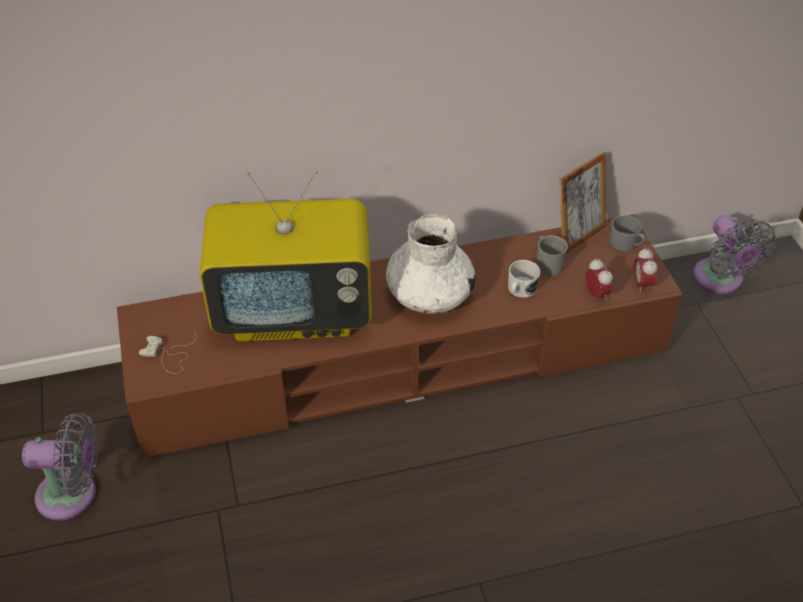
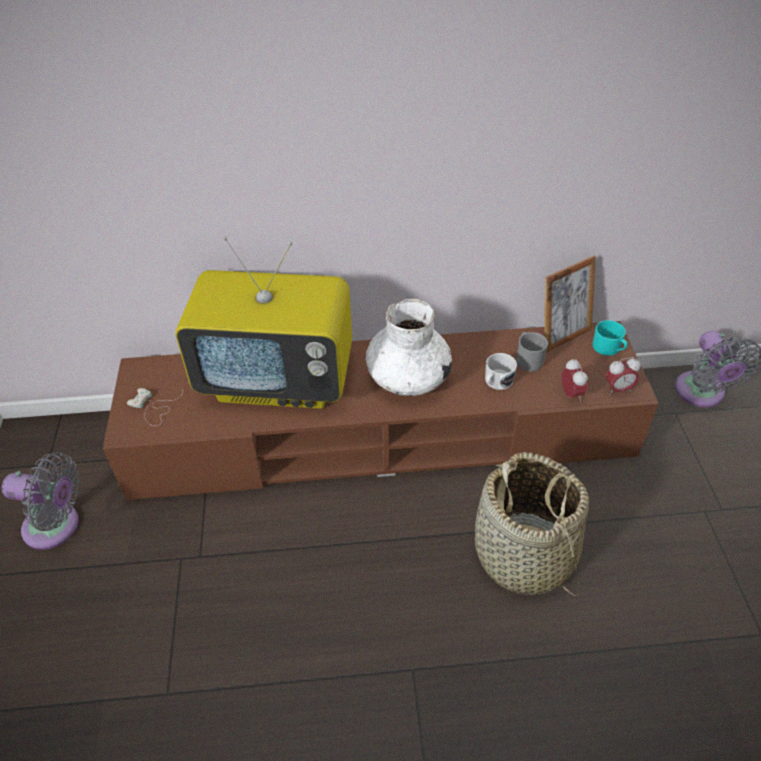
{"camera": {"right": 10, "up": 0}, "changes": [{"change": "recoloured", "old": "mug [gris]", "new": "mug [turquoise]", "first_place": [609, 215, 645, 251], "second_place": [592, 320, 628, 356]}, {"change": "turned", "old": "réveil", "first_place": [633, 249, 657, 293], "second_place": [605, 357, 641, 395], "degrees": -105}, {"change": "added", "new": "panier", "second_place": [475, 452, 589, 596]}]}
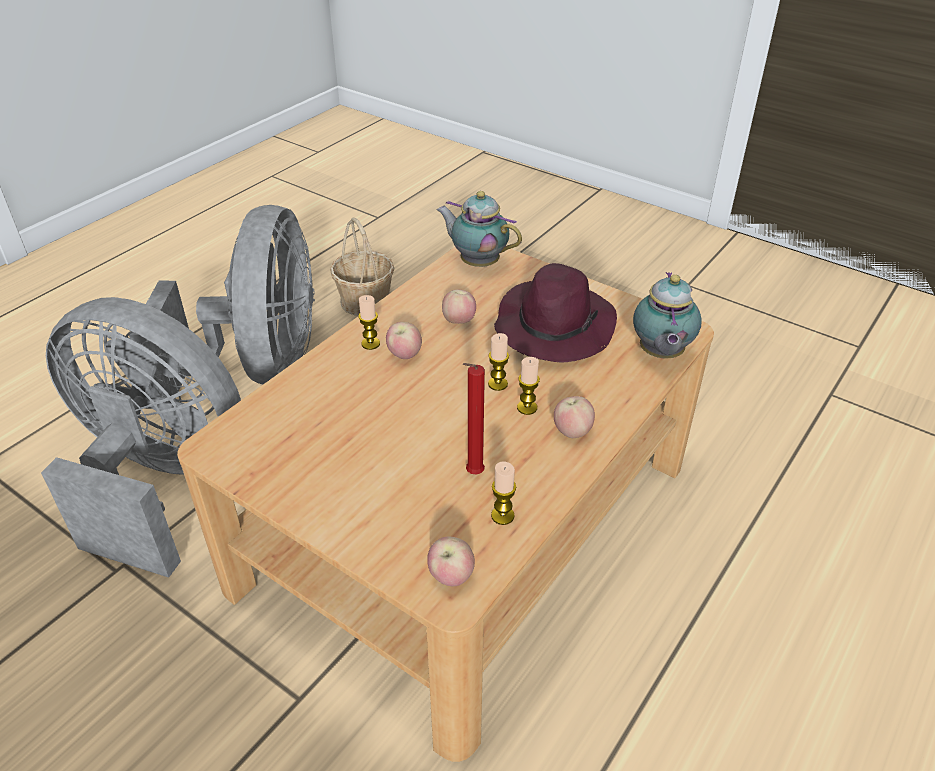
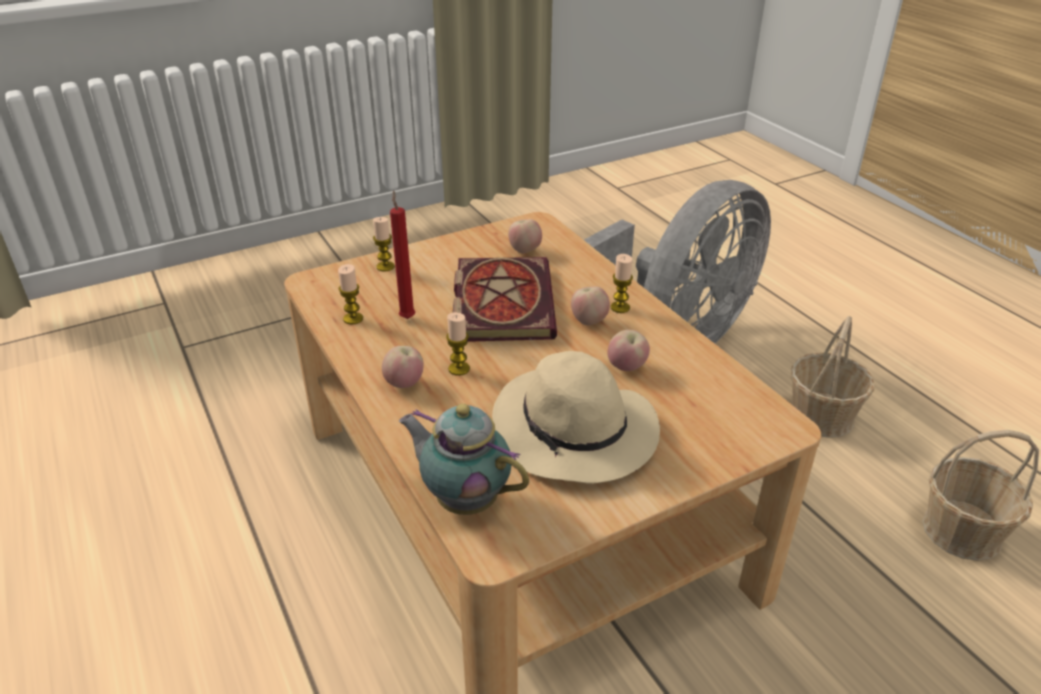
{"camera": {"right": 115, "up": -5}, "changes": [{"change": "removed", "old": "théière", "first_place": [437, 191, 522, 267]}, {"change": "replaced", "old": "ventilateur [gris]", "new": "panier", "first_place": [129, 205, 315, 399], "second_place": [791, 316, 874, 438]}, {"change": "recoloured", "old": "chapeau [violet]", "new": "chapeau [beige]", "first_place": [494, 263, 617, 363], "second_place": [492, 351, 660, 483]}, {"change": "moved", "old": "bougie", "first_place": [488, 333, 509, 391], "second_place": [373, 217, 395, 272]}, {"change": "moved", "old": "pomme", "first_place": [427, 537, 475, 586], "second_place": [508, 219, 542, 253]}, {"change": "added", "new": "livre", "second_place": [453, 257, 557, 342]}]}
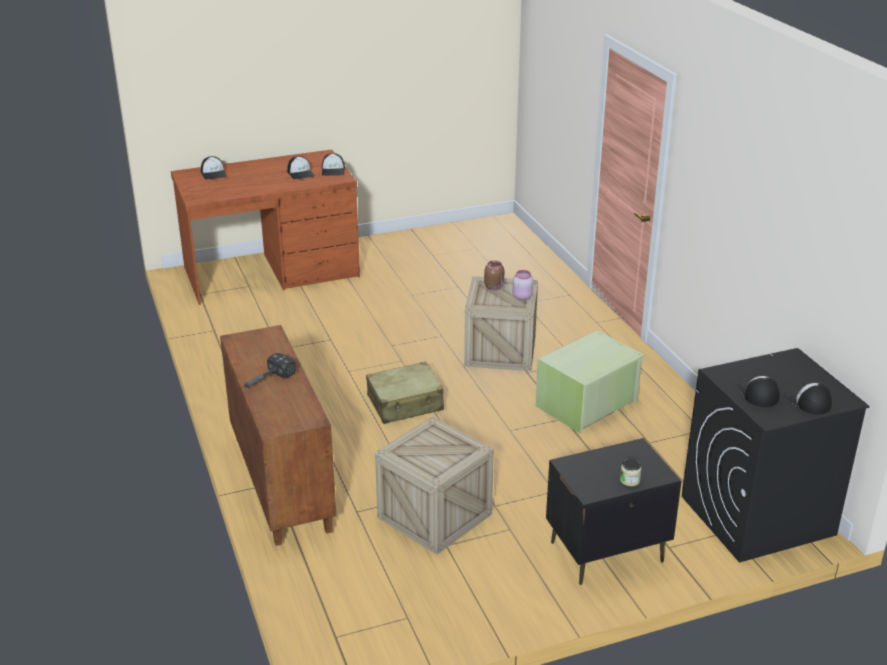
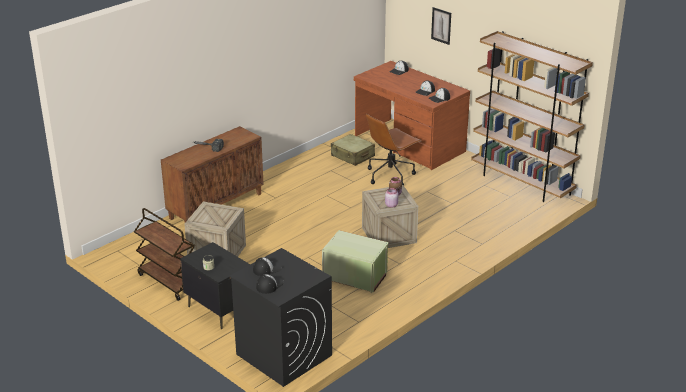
{"camera": {"right": 65, "up": 0}, "changes": [{"change": "moved", "old": "valise [beige]", "first_place": [366, 361, 444, 424], "second_place": [331, 134, 375, 166]}, {"change": "added", "new": "tableau", "second_place": [431, 7, 451, 45]}, {"change": "added", "new": "bibliothèque [marron]", "second_place": [471, 31, 593, 202]}, {"change": "added", "new": "chaise de bureau [marron]", "second_place": [366, 114, 421, 186]}, {"change": "added", "new": "chariot [marron]", "second_place": [134, 208, 195, 301]}]}
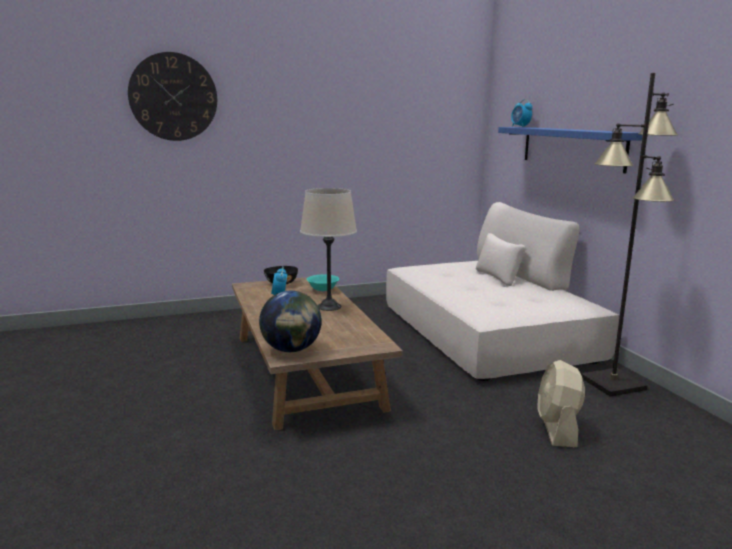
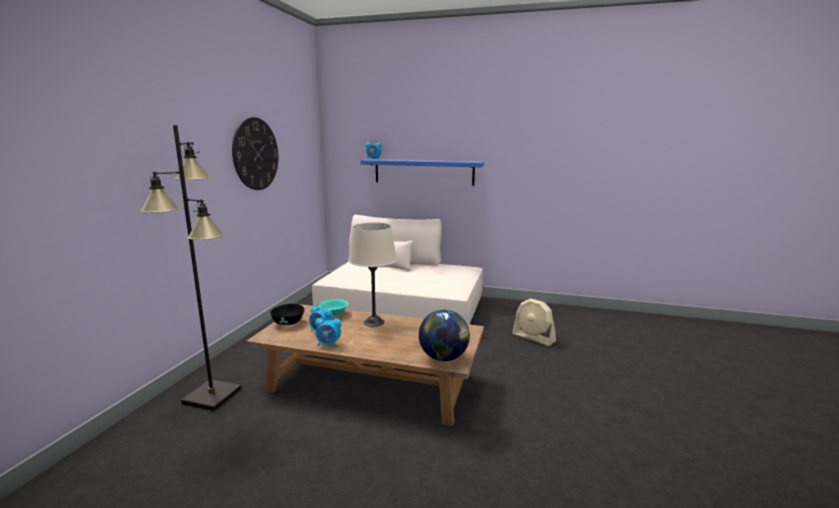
{"camera": {"right": -55, "up": 0}, "changes": [{"change": "moved", "old": "horloge murale", "first_place": [128, 52, 217, 141], "second_place": [232, 117, 278, 190]}, {"change": "moved", "old": "lampadaire [noir]", "first_place": [581, 73, 678, 397], "second_place": [140, 125, 242, 411]}, {"change": "added", "new": "réveil", "second_place": [315, 314, 342, 347]}]}
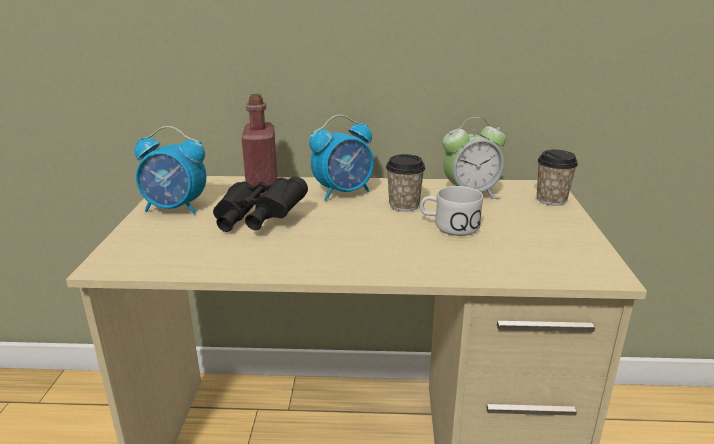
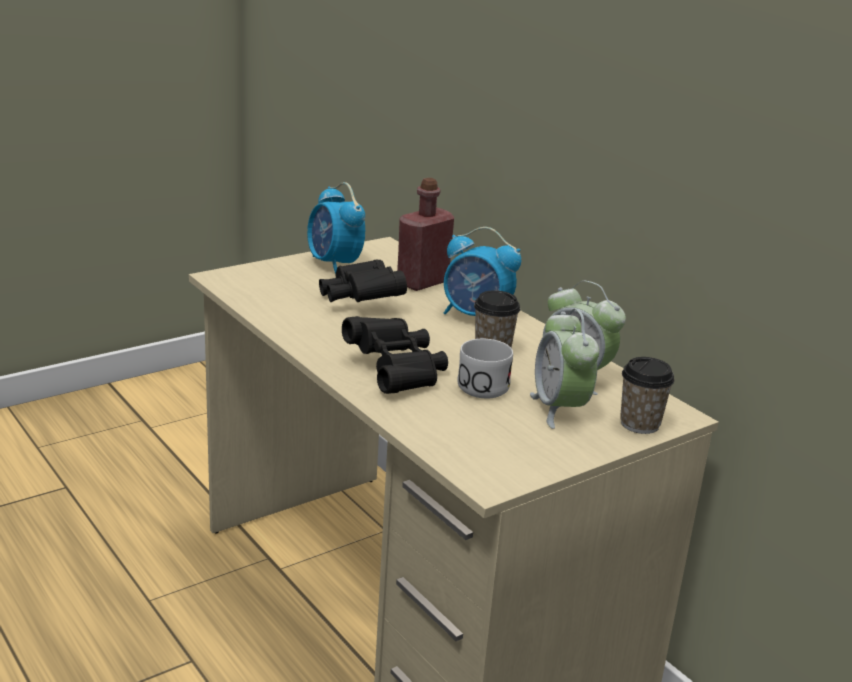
{"camera": {"right": 50, "up": 0}, "changes": [{"change": "added", "new": "réveil", "second_place": [530, 308, 599, 429]}, {"change": "added", "new": "jumelles [noir]", "second_place": [342, 316, 448, 394]}]}
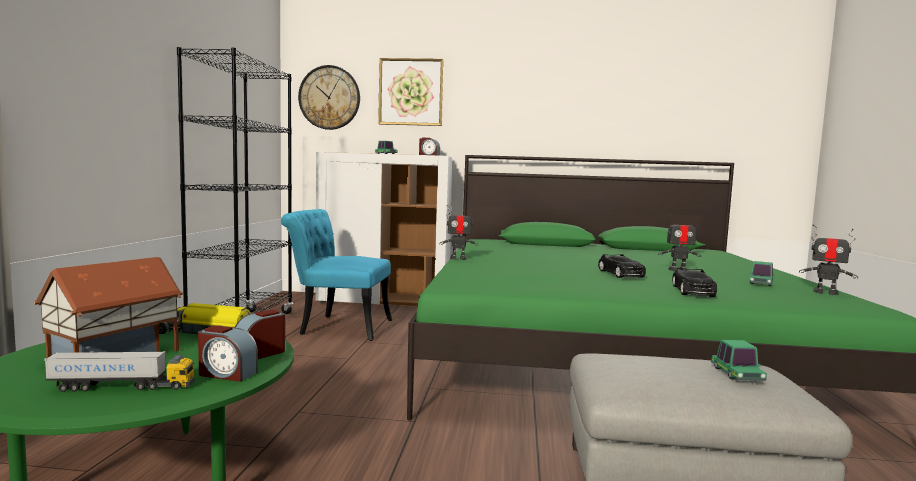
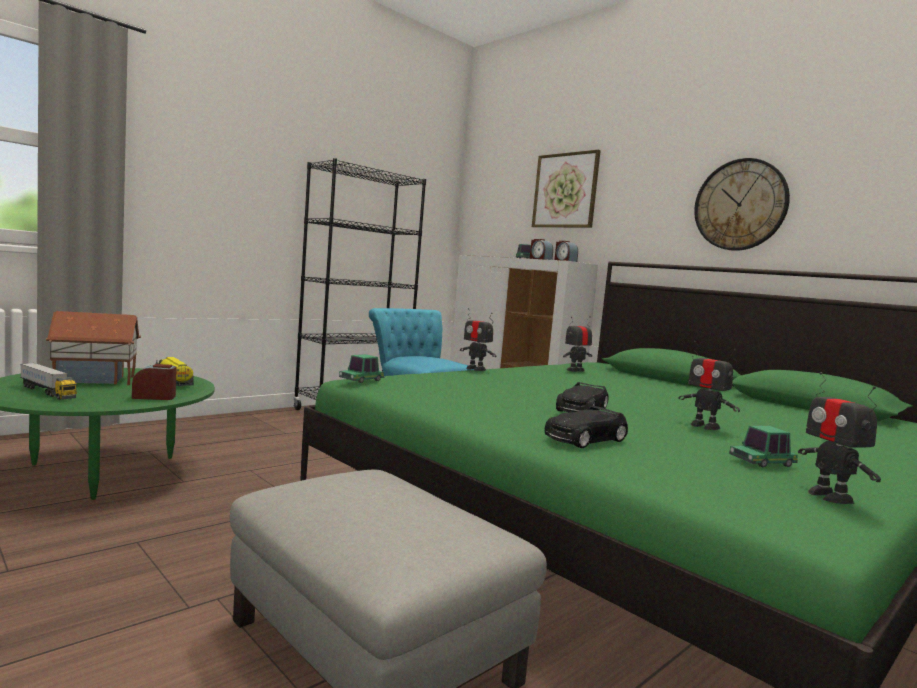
{"camera": {"right": 40, "up": 0}, "changes": [{"change": "moved", "old": "horloge murale", "first_place": [298, 65, 360, 130], "second_place": [694, 158, 790, 251]}, {"change": "moved", "old": "réveil", "first_place": [198, 325, 258, 382], "second_place": [530, 239, 553, 260]}, {"change": "moved", "old": "petite voiture", "first_place": [711, 340, 767, 381], "second_place": [339, 354, 384, 383]}, {"change": "added", "new": "robot jouet", "second_place": [563, 316, 592, 372]}]}
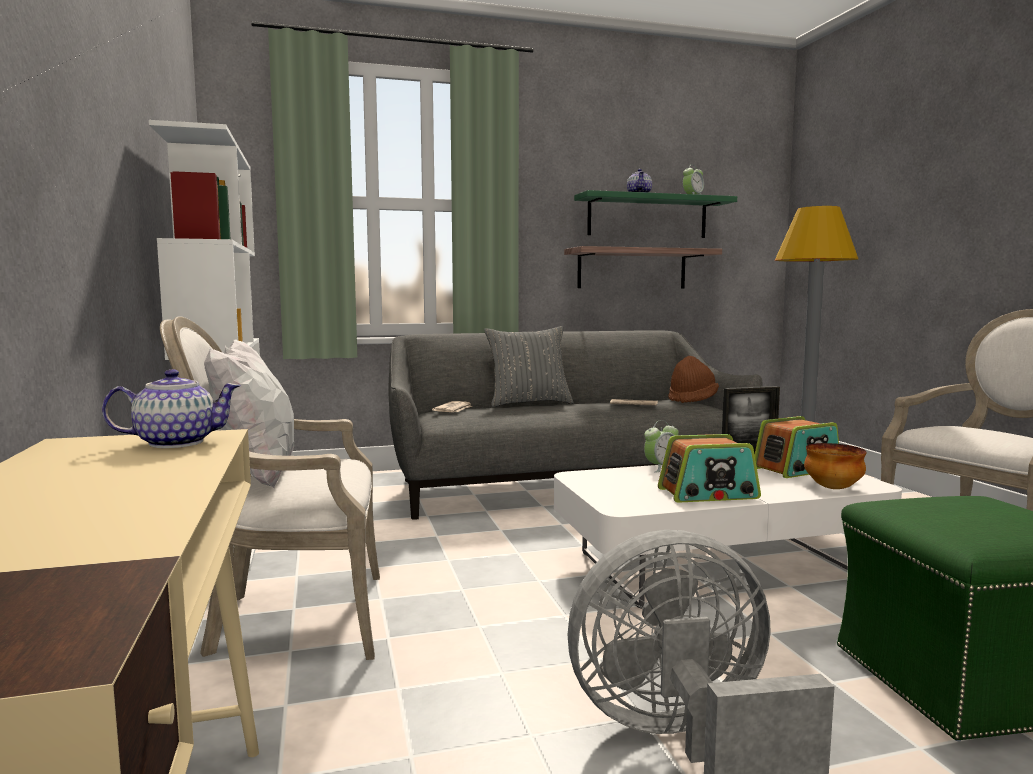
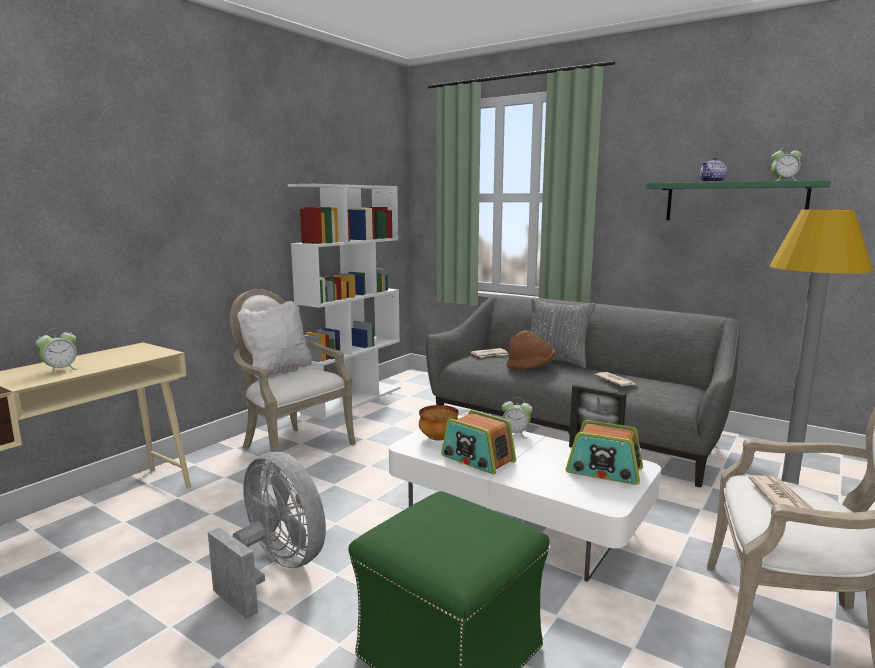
{"camera": {"right": 50, "up": 5}, "changes": [{"change": "removed", "old": "étagère", "first_place": [564, 246, 722, 288]}, {"change": "moved", "old": "chapeau [marron]", "first_place": [668, 356, 719, 403], "second_place": [507, 330, 555, 369]}, {"change": "removed", "old": "théière", "first_place": [102, 369, 241, 448]}, {"change": "moved", "old": "bol", "first_place": [804, 443, 866, 489], "second_place": [419, 405, 459, 441]}, {"change": "added", "new": "réveil", "second_place": [36, 328, 80, 375]}, {"change": "added", "new": "journal", "second_place": [748, 475, 815, 510]}]}
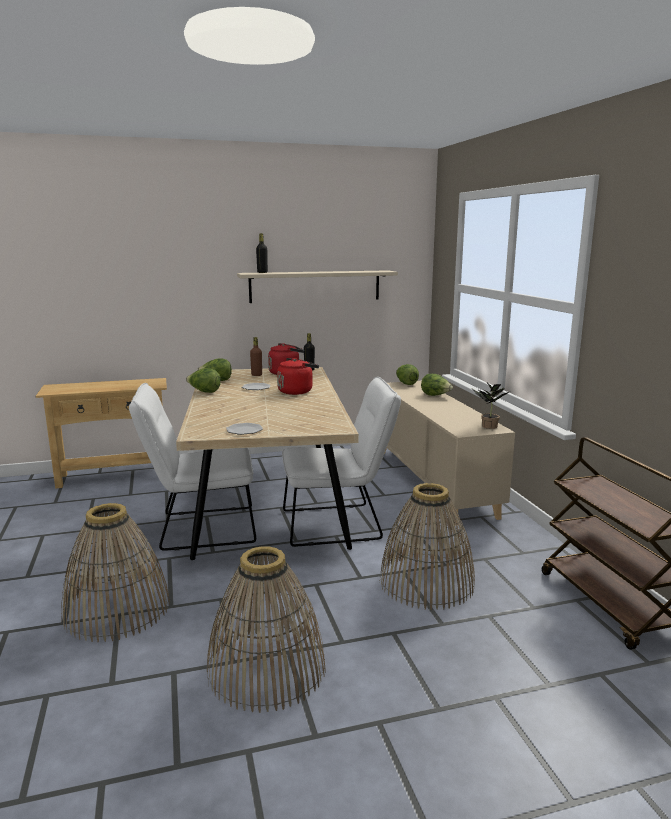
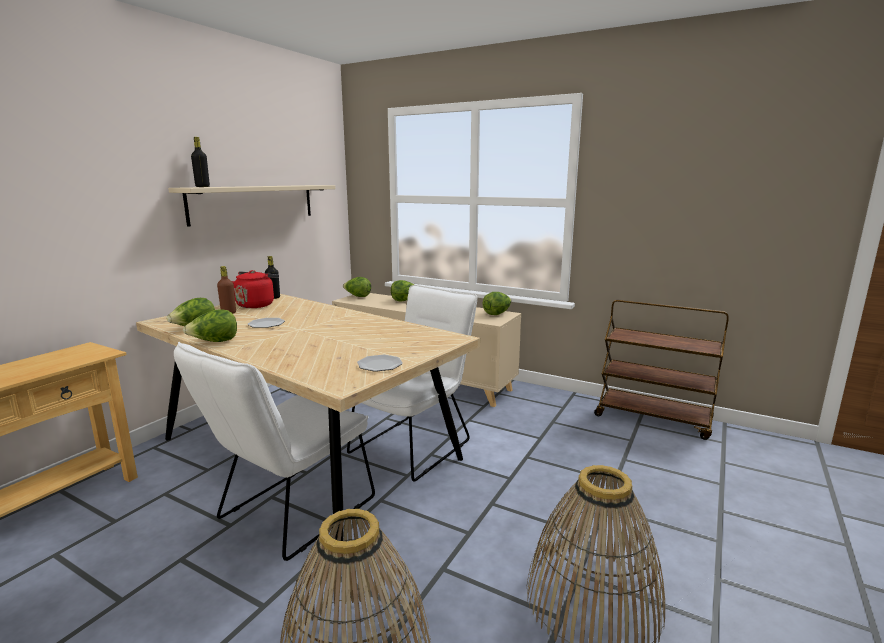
{"camera": {"right": -45, "up": 0}, "changes": [{"change": "removed", "old": "bouilloire [rouge]", "first_place": [277, 358, 319, 395]}, {"change": "replaced", "old": "plante en pot", "new": "laitue", "first_place": [472, 383, 509, 429], "second_place": [482, 292, 512, 315]}, {"change": "removed", "old": "panier", "first_place": [379, 483, 475, 610]}]}
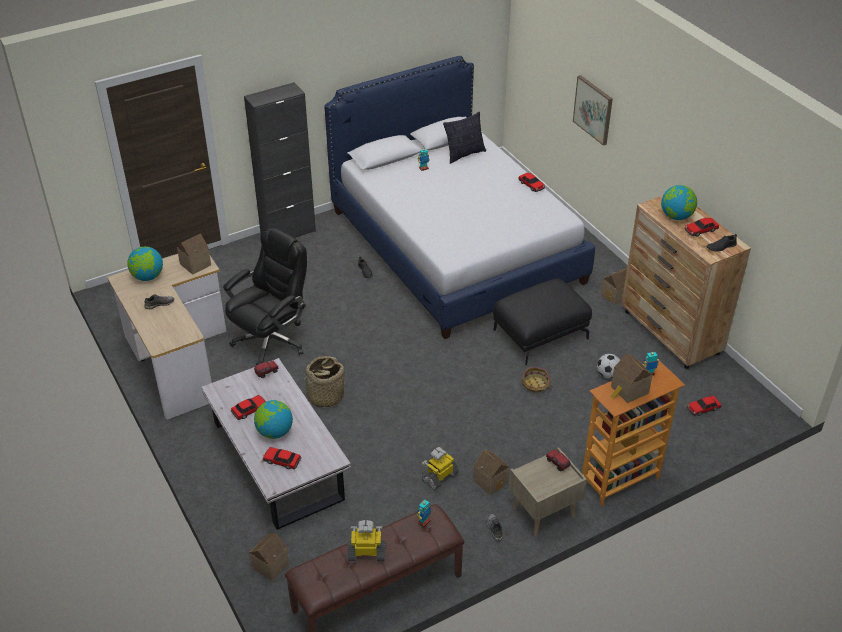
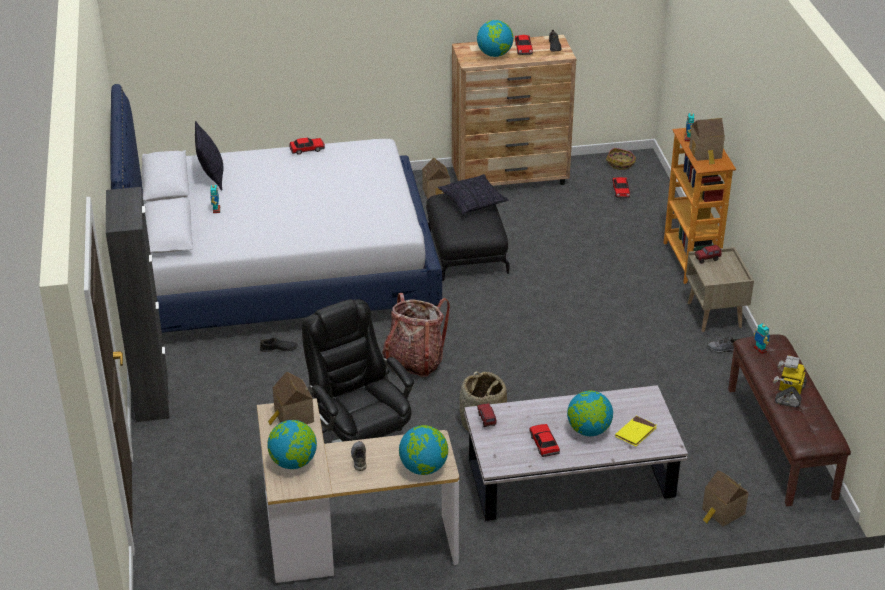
{"camera": {"right": -70, "up": -5}, "changes": [{"change": "removed", "old": "tableau", "first_place": [573, 75, 613, 146]}, {"change": "removed", "old": "ballon de foot", "first_place": [597, 354, 620, 379]}, {"change": "moved", "old": "panier", "first_place": [522, 367, 553, 393], "second_place": [606, 148, 636, 170]}, {"change": "replaced", "old": "petite voiture", "new": "livre [jaune]", "first_place": [263, 447, 301, 470], "second_place": [615, 416, 657, 446]}, {"change": "removed", "old": "robot jouet", "first_place": [421, 447, 459, 490]}, {"change": "removed", "old": "maison miniature", "first_place": [473, 450, 509, 495]}, {"change": "added", "new": "coussin", "second_place": [438, 174, 509, 214]}, {"change": "added", "new": "sac à dos", "second_place": [382, 293, 450, 377]}, {"change": "added", "new": "globe", "second_place": [399, 425, 448, 475]}]}
